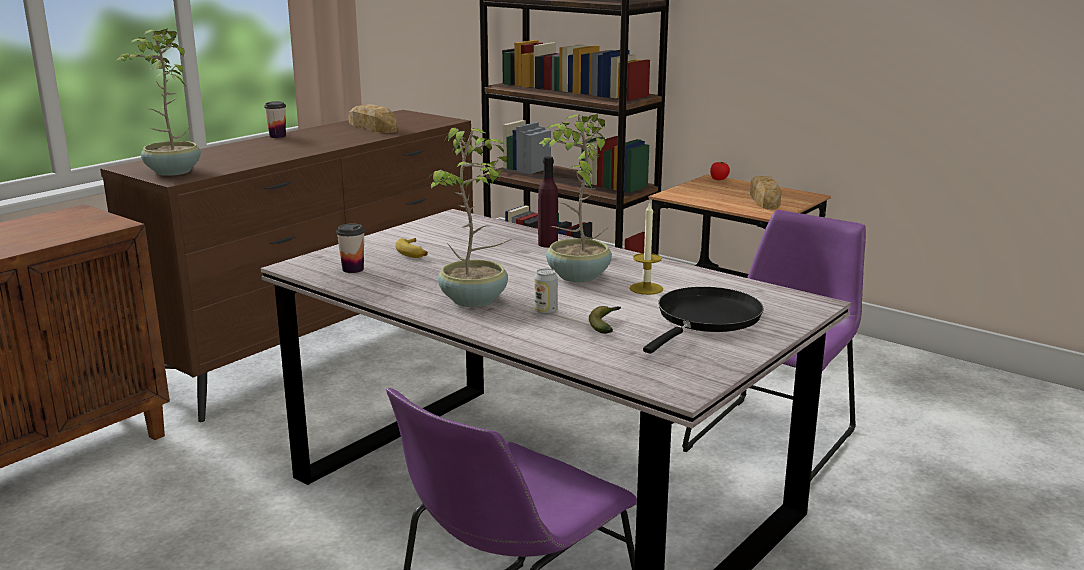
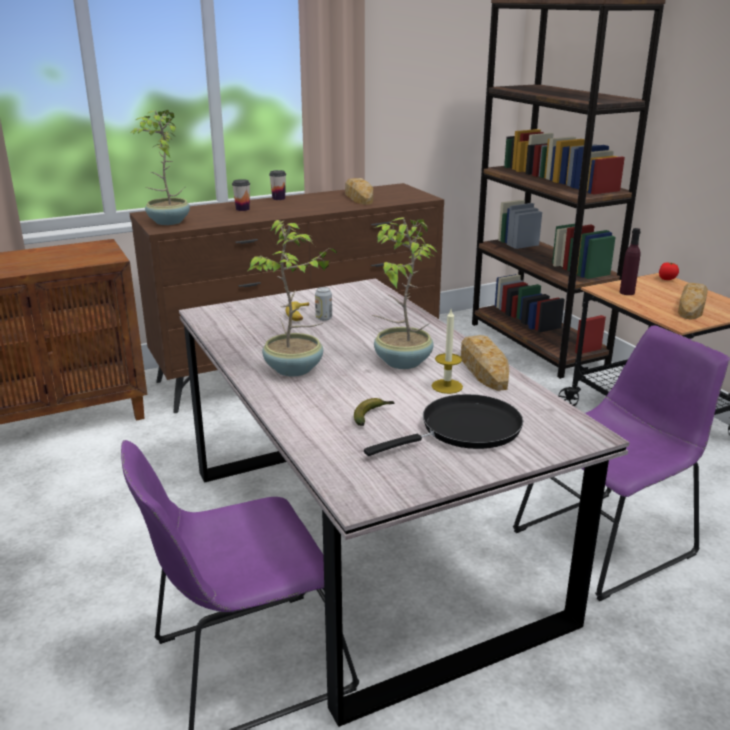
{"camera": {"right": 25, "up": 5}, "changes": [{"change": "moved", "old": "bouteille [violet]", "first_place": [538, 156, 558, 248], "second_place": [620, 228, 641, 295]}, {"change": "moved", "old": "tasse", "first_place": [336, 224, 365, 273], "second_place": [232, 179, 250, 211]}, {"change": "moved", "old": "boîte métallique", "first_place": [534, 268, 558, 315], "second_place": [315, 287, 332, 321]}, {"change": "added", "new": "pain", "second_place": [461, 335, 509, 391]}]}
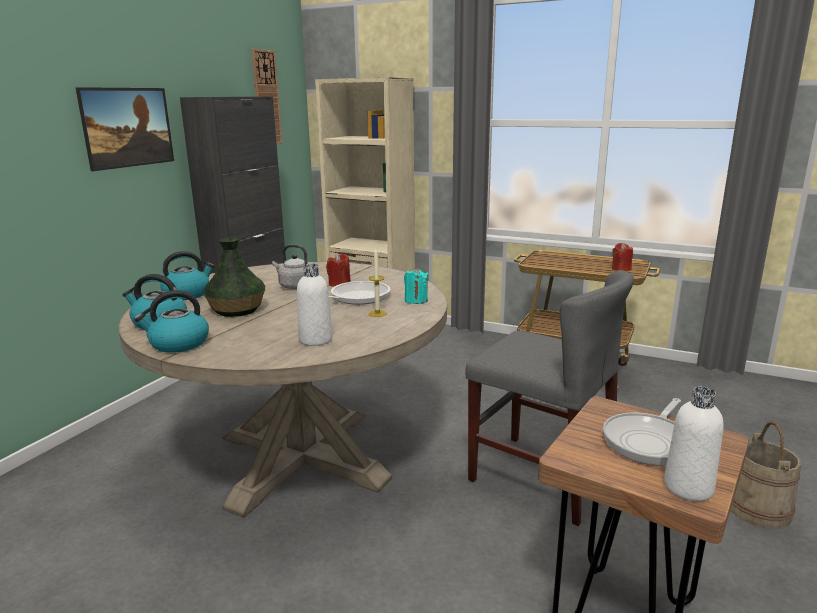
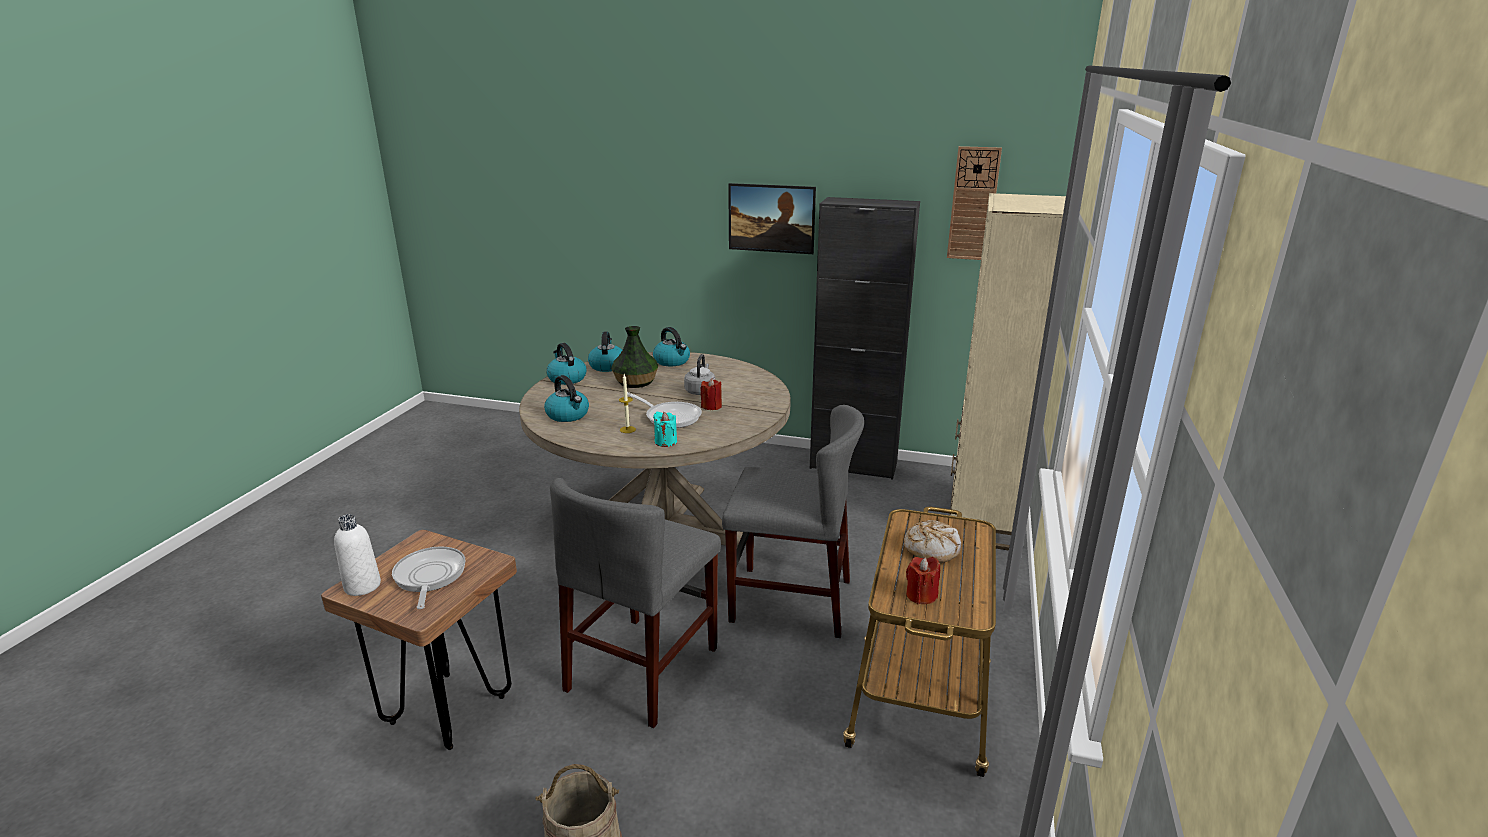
{"camera": {"right": 80, "up": 5}, "changes": [{"change": "replaced", "old": "bouteille [blanc]", "new": "bouilloire", "first_place": [297, 264, 332, 346], "second_place": [544, 375, 589, 422]}, {"change": "turned", "old": "poêle", "first_place": [603, 398, 681, 465], "second_place": [392, 546, 465, 609], "degrees": 45}, {"change": "added", "new": "chaise [gris]", "second_place": [722, 405, 864, 638]}, {"change": "added", "new": "pain", "second_place": [904, 520, 961, 563]}]}
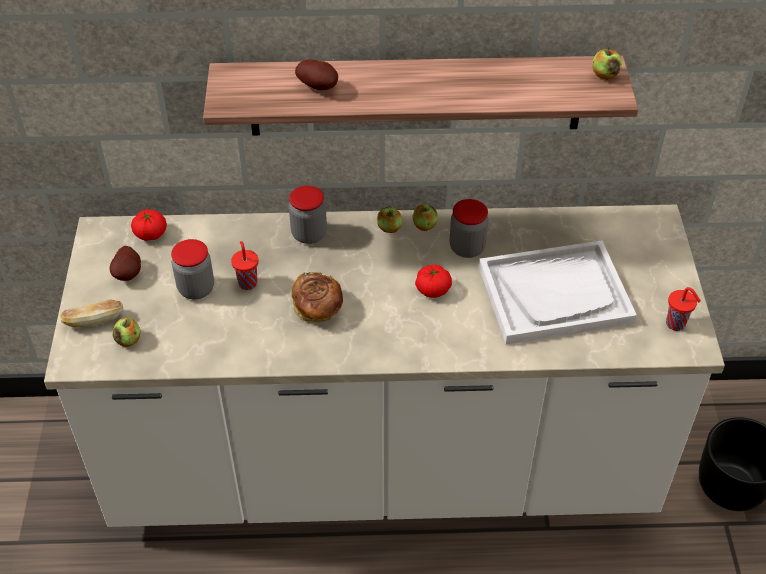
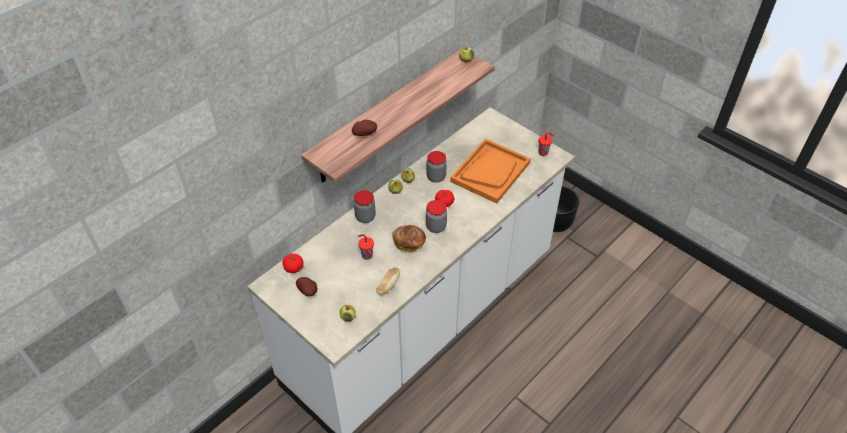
{"camera": {"right": -45, "up": 0}, "changes": [{"change": "moved", "old": "bocal", "first_place": [171, 239, 214, 299], "second_place": [426, 200, 447, 233]}, {"change": "recoloured", "old": "plateau [blanc]", "new": "plateau [orange]", "first_place": [479, 240, 637, 344], "second_place": [450, 139, 531, 204]}, {"change": "moved", "old": "pain", "first_place": [59, 300, 123, 327], "second_place": [376, 267, 400, 295]}]}
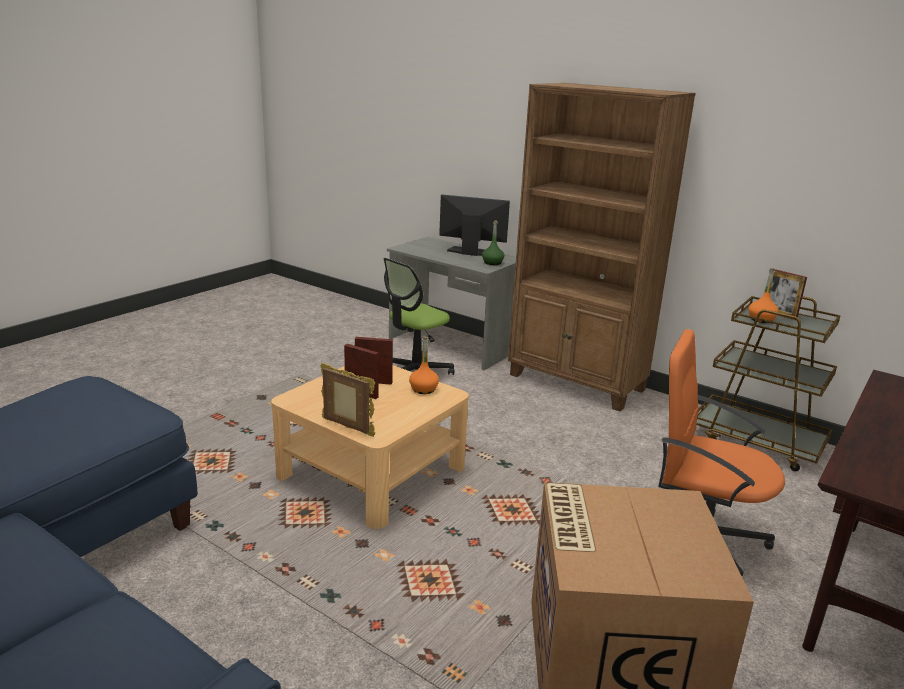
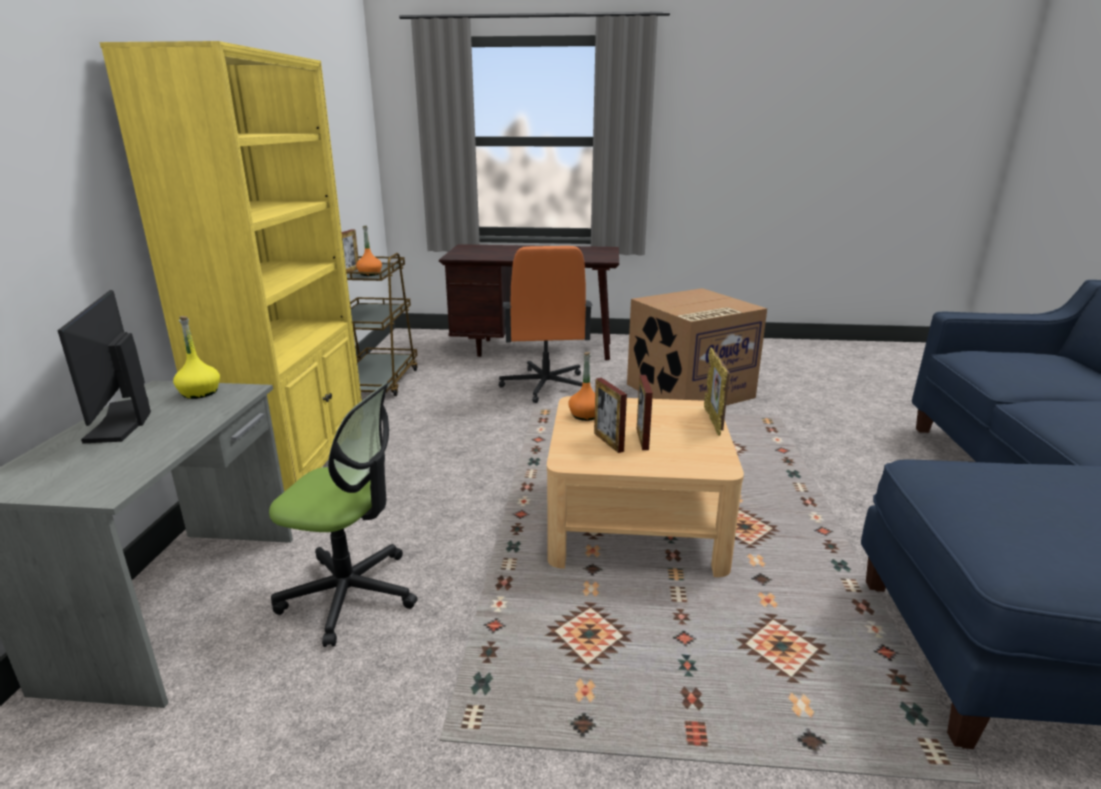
{"camera": {"right": -120, "up": 0}, "changes": [{"change": "recoloured", "old": "bibliothèque [marron]", "new": "bibliothèque [jaune]", "first_place": [508, 83, 696, 411], "second_place": [99, 41, 362, 492]}, {"change": "recoloured", "old": "bouteille [vert]", "new": "bouteille [jaune]", "first_place": [482, 220, 505, 265], "second_place": [173, 316, 220, 399]}]}
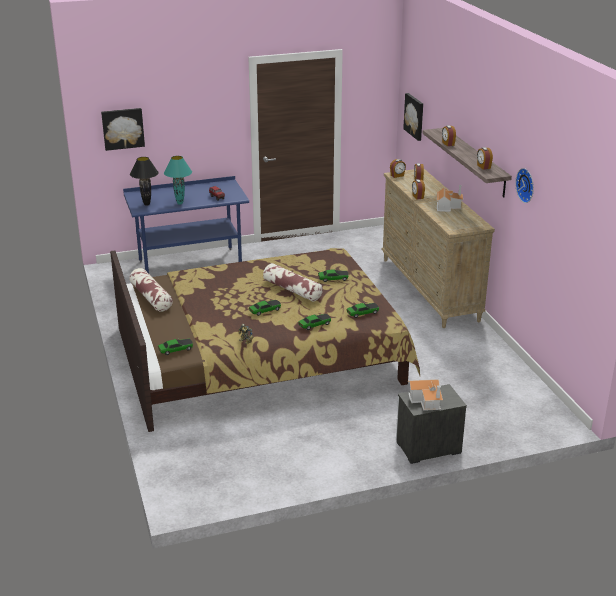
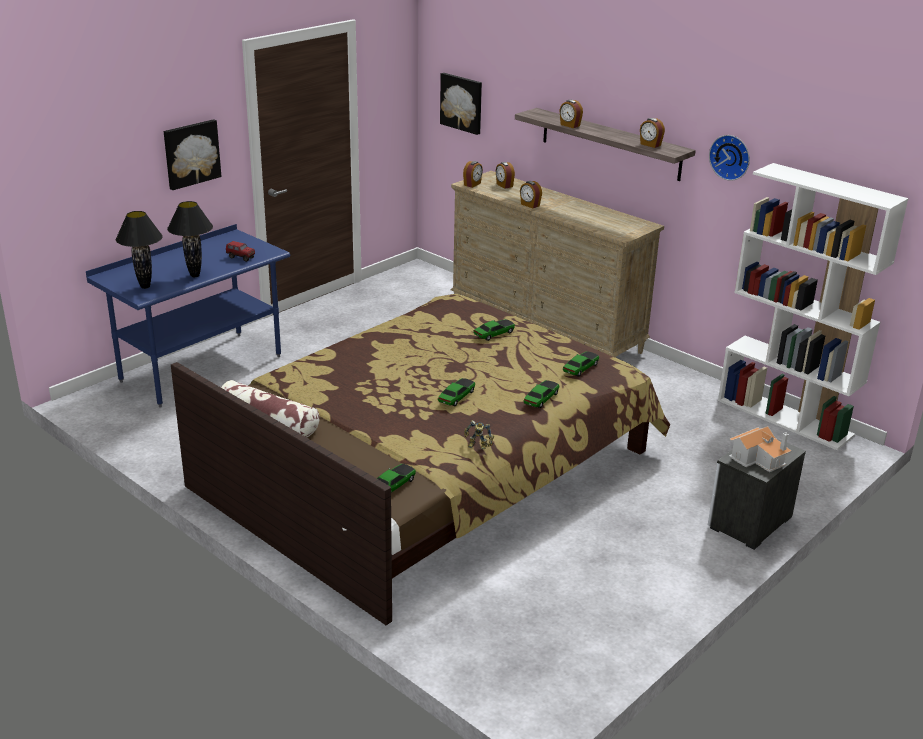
{"camera": {"right": -30, "up": 0}, "changes": [{"change": "moved", "old": "tableau", "first_place": [101, 108, 145, 151], "second_place": [164, 119, 221, 190]}, {"change": "recoloured", "old": "lampe de table [turquoise]", "new": "lampe de table [noir]", "first_place": [164, 156, 192, 204], "second_place": [167, 201, 213, 277]}, {"change": "removed", "old": "maison miniature", "first_place": [437, 185, 463, 212]}, {"change": "removed", "old": "coussin", "first_place": [263, 263, 323, 302]}, {"change": "added", "new": "bibliothèque [blanc]", "second_place": [718, 163, 909, 450]}]}
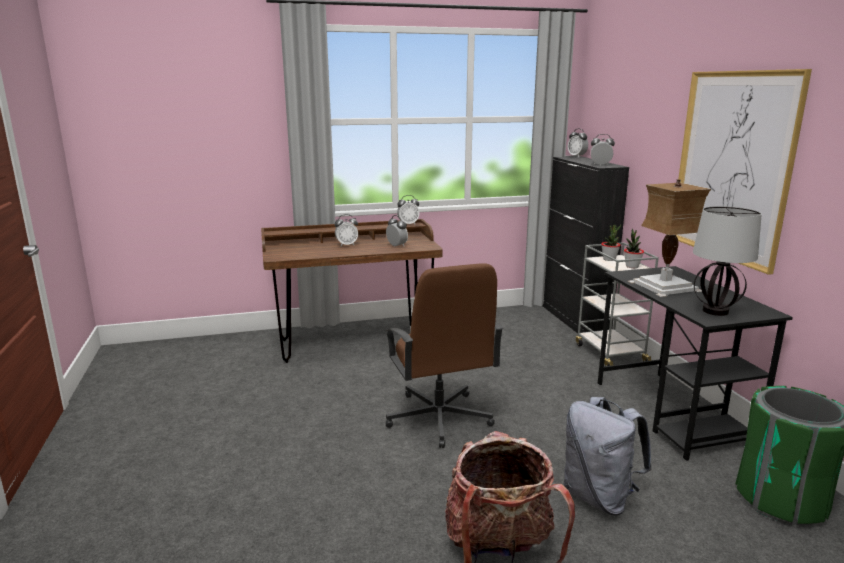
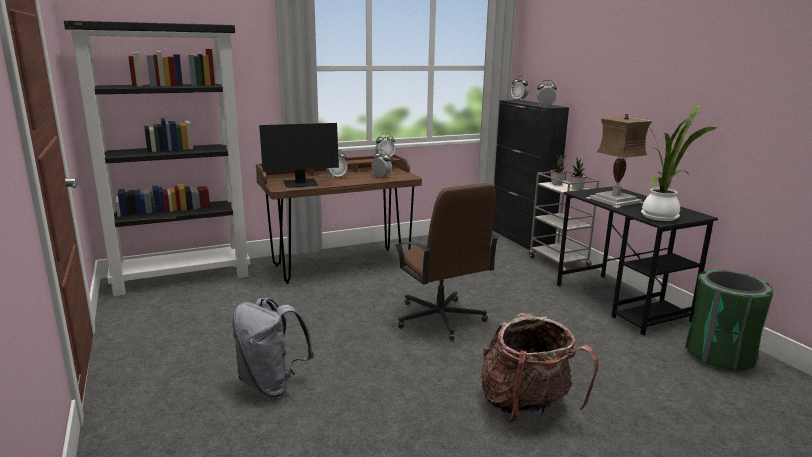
{"camera": {"right": -10, "up": 0}, "changes": [{"change": "removed", "old": "tableau", "first_place": [676, 69, 812, 275]}, {"change": "replaced", "old": "lampe de table", "new": "plante en pot", "first_place": [693, 206, 762, 316], "second_place": [641, 104, 717, 221]}, {"change": "moved", "old": "sac à dos [gris]", "first_place": [563, 397, 652, 515], "second_place": [232, 298, 314, 397]}, {"change": "added", "new": "bibliothèque [noir]", "second_place": [64, 20, 250, 296]}, {"change": "added", "new": "écran d'ordinateur", "second_place": [259, 123, 339, 188]}]}
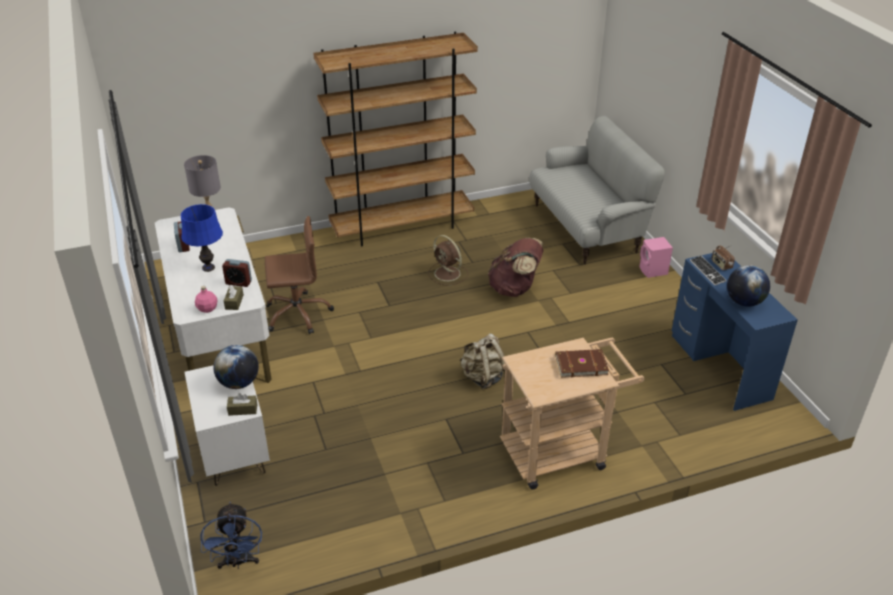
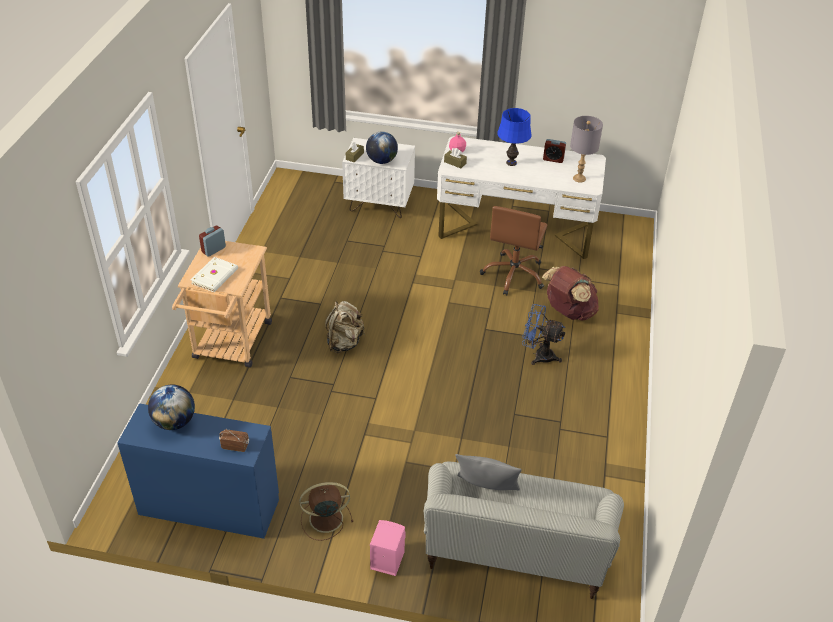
{"camera": {"right": 120, "up": 5}, "changes": [{"change": "removed", "old": "bibliothèque [marron]", "first_place": [313, 32, 478, 246]}, {"change": "moved", "old": "ventilateur [marron]", "first_place": [429, 235, 468, 286], "second_place": [299, 482, 353, 541]}, {"change": "moved", "old": "sac à dos [marron]", "first_place": [488, 238, 544, 297], "second_place": [542, 266, 599, 321]}, {"change": "removed", "old": "clavier", "first_place": [690, 256, 727, 285]}, {"change": "moved", "old": "réveil", "first_place": [222, 259, 252, 287], "second_place": [199, 225, 226, 257]}, {"change": "recoloured", "old": "livre [marron]", "new": "livre [blanc]", "first_place": [555, 349, 609, 378], "second_place": [190, 257, 238, 292]}, {"change": "moved", "old": "ventilateur [bleu]", "first_place": [200, 502, 262, 569], "second_place": [522, 304, 565, 365]}, {"change": "added", "new": "coussin [gris]", "second_place": [455, 454, 522, 491]}]}
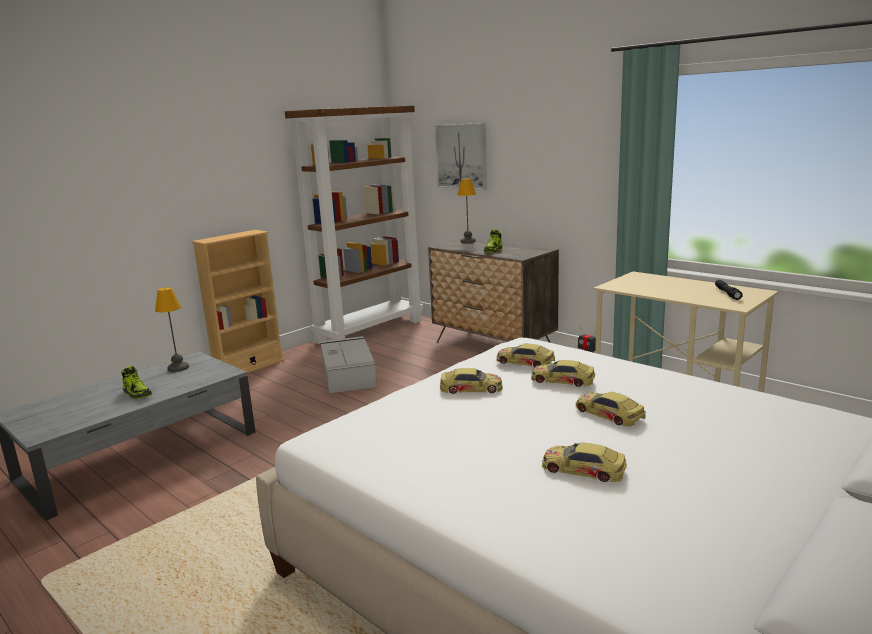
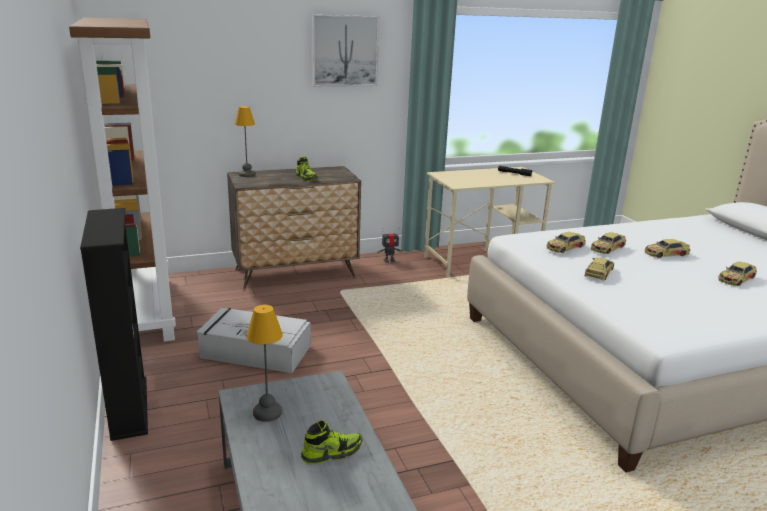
{"camera": {"right": -65, "up": 5}, "changes": [{"change": "moved", "old": "tableau", "first_place": [435, 123, 487, 190], "second_place": [312, 15, 379, 87]}, {"change": "recoloured", "old": "bibliothèque [beige]", "new": "bibliothèque [noir]", "first_place": [192, 230, 284, 373], "second_place": [80, 208, 148, 441]}]}
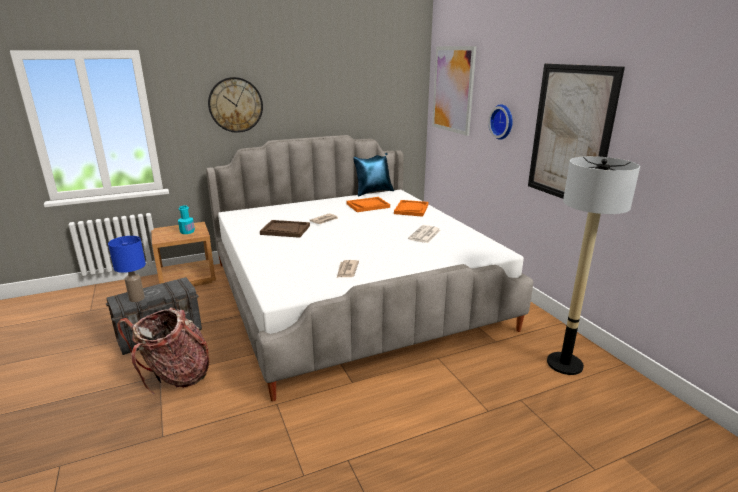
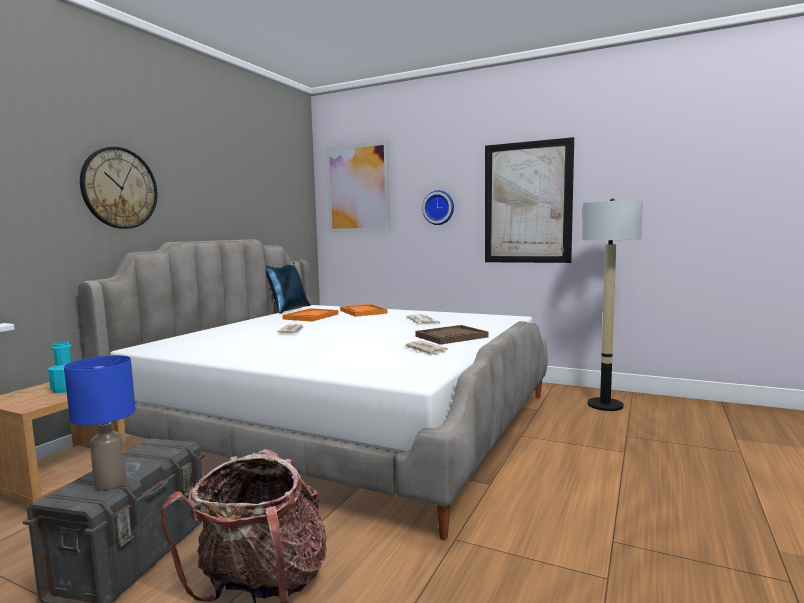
{"camera": {"right": -40, "up": -15}, "changes": [{"change": "moved", "old": "plateau [marron]", "first_place": [260, 220, 310, 238], "second_place": [415, 325, 489, 345]}]}
